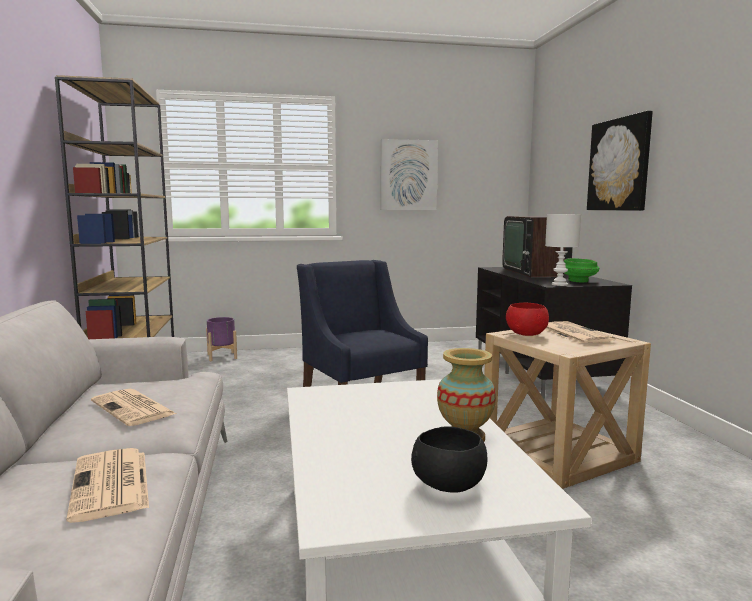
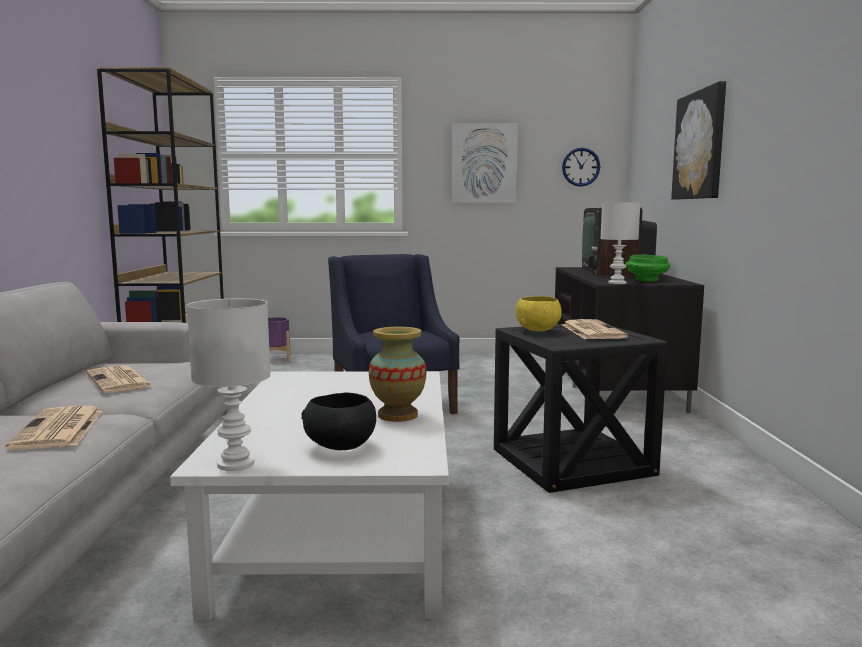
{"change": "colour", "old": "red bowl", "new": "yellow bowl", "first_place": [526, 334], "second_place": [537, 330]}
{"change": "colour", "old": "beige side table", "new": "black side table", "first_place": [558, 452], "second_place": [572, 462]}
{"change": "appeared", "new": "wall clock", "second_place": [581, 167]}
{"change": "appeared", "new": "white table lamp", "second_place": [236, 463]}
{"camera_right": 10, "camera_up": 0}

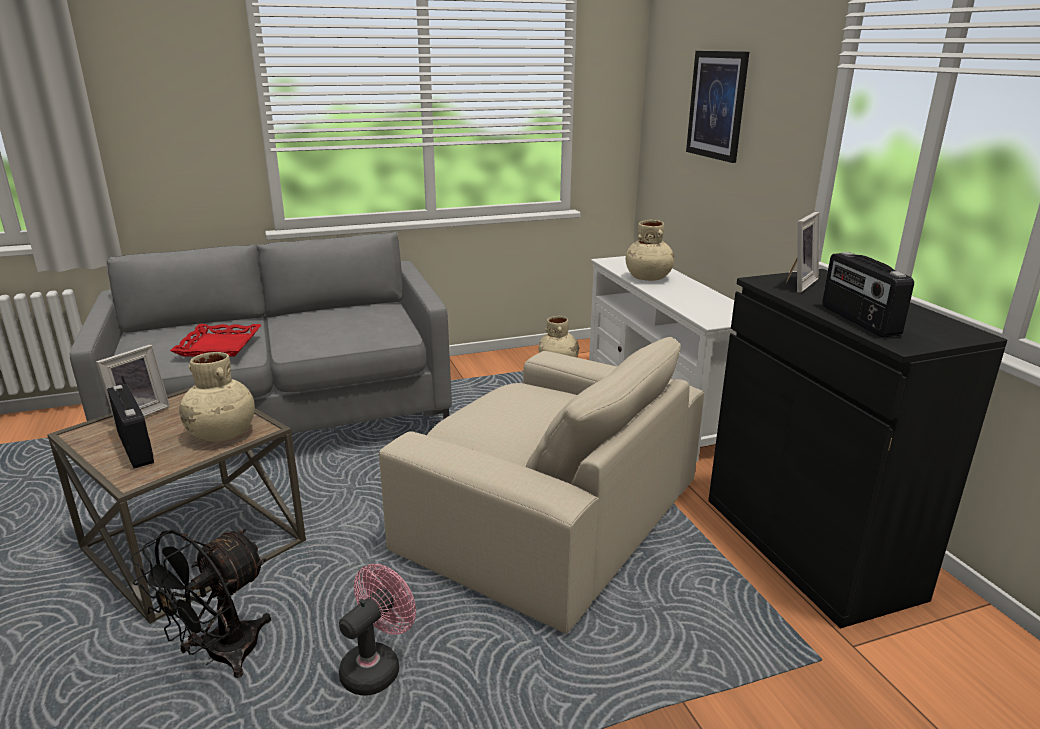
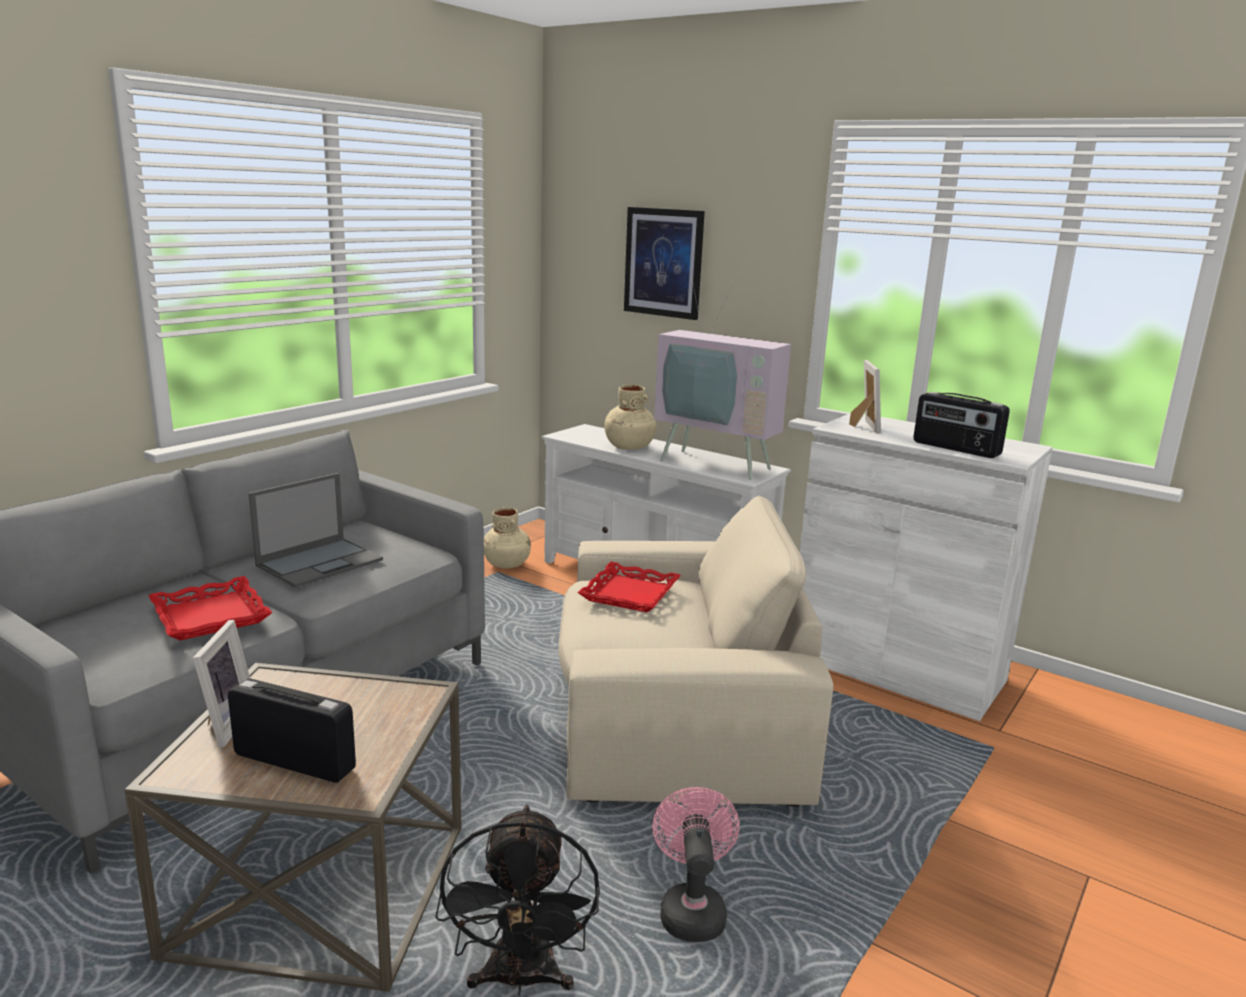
{"change": "colour", "old": "black cabinet", "new": "white cabinet", "first_place": [808, 546], "second_place": [896, 668]}
{"change": "missing", "old": "beige vase", "first_place": [222, 434]}
{"change": "appeared", "new": "television", "second_place": [720, 463]}
{"change": "appeared", "new": "laptop", "second_place": [321, 562]}
{"change": "appeared", "new": "red tray", "second_place": [630, 594]}
{"camera_right": -35, "camera_up": -5}

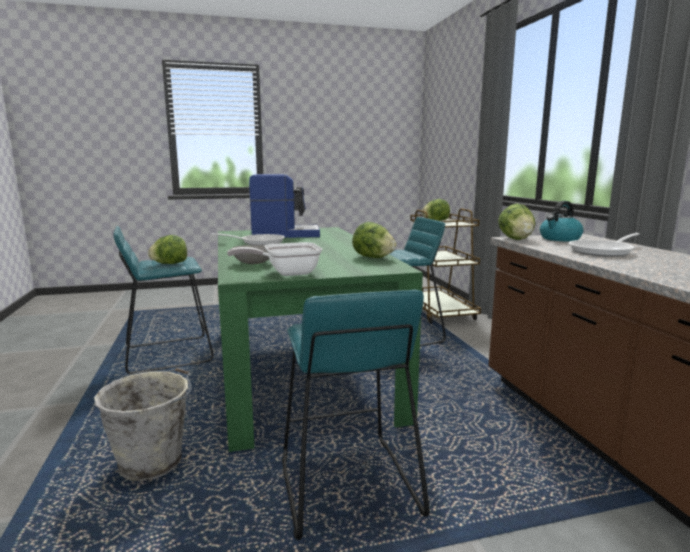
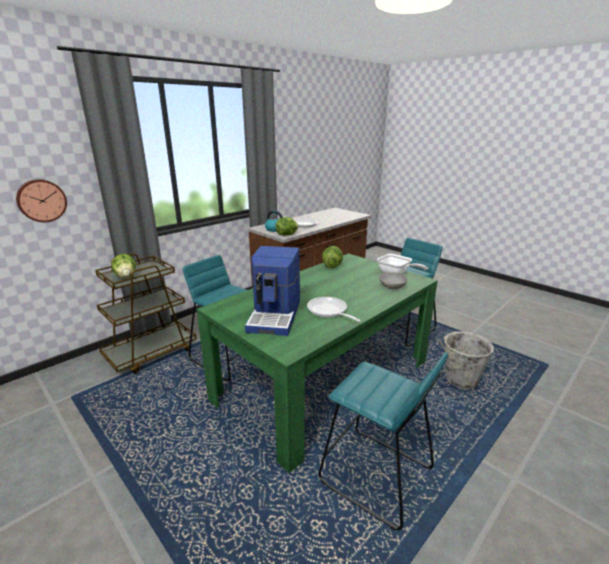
{"change": "spun", "old": "coffee machine", "first_place": [285, 234], "second_place": [275, 316], "degrees": -135}
{"change": "missing", "old": "lettuce", "first_place": [170, 264]}
{"change": "appeared", "new": "wall clock", "second_place": [41, 200]}
{"camera_right": -120, "camera_up": 10}

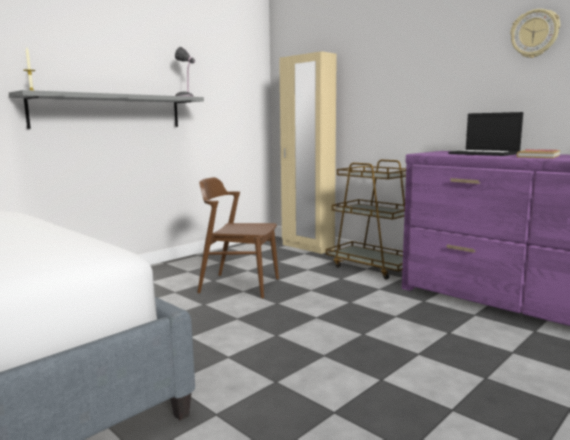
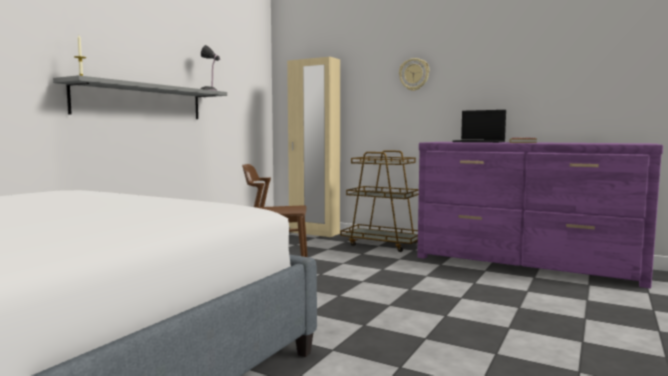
{"change": "relocated", "old": "wall clock", "first_place": [534, 34], "second_place": [414, 74]}
{"camera_right": -15, "camera_up": -5}

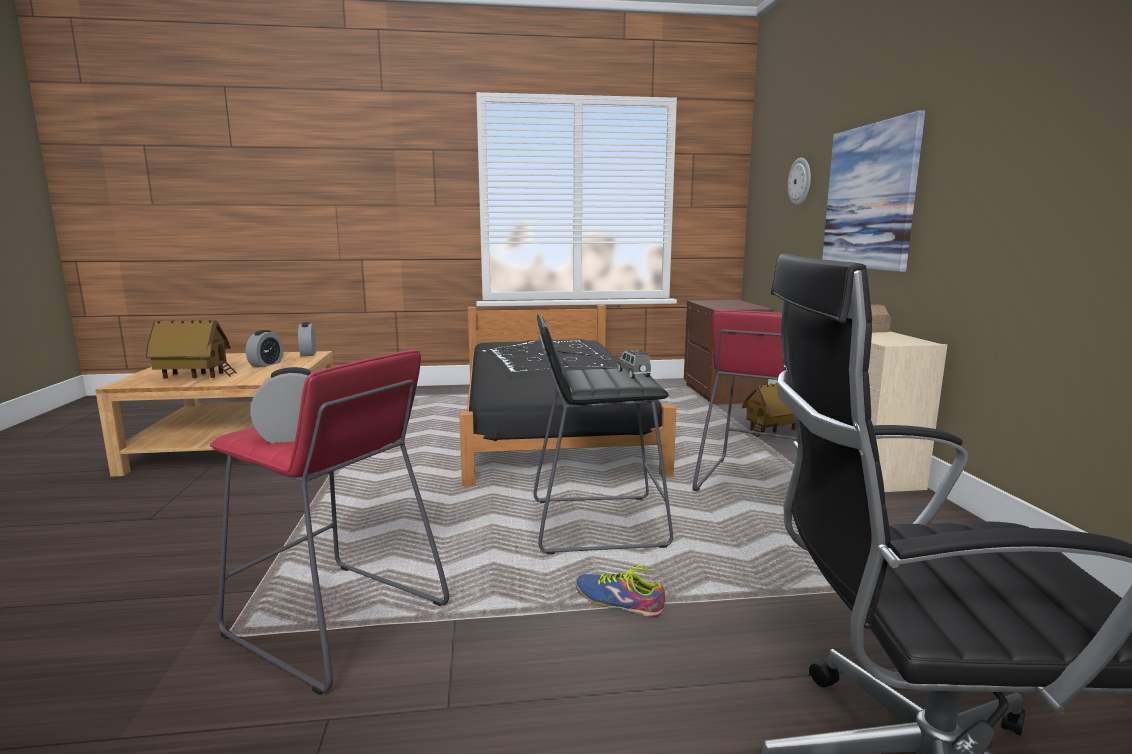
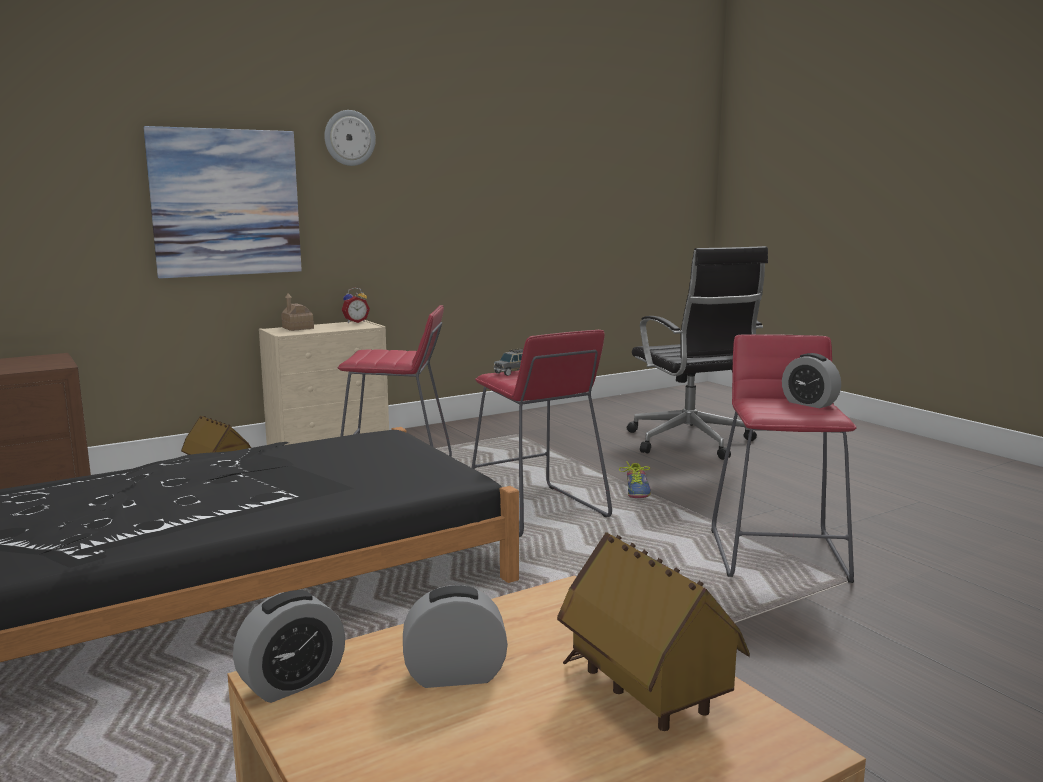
{"change": "relocated", "old": "wall clock", "first_place": [800, 181], "second_place": [349, 138]}
{"change": "colour", "old": "black stool", "new": "red stool", "first_place": [597, 523], "second_place": [537, 511]}
{"change": "appeared", "new": "alarm clock", "second_place": [355, 322]}
{"camera_right": -115, "camera_up": 0}

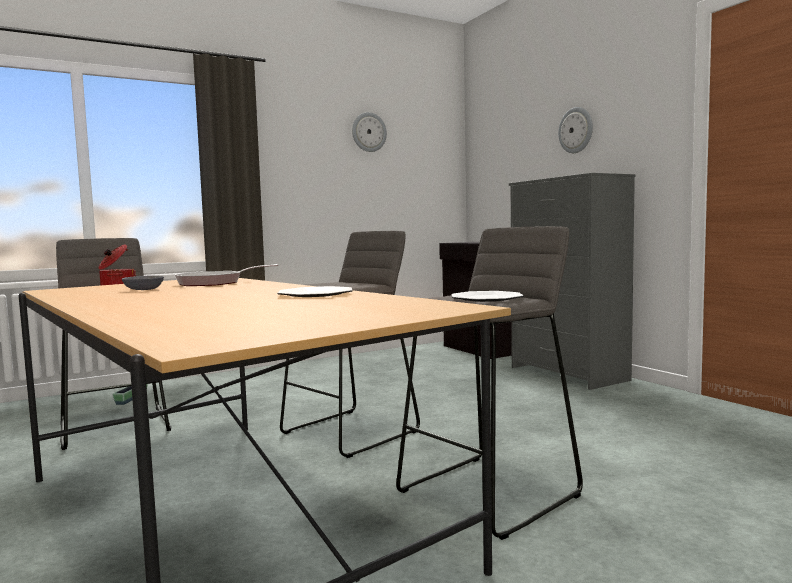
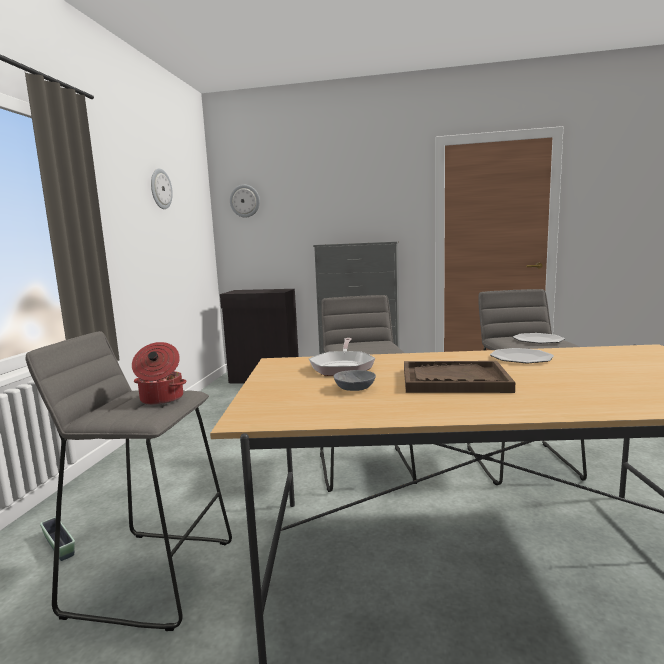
{"change": "relocated", "old": "wall clock", "first_place": [576, 130], "second_place": [245, 201]}
{"change": "appeared", "new": "brown tray", "second_place": [453, 380]}
{"camera_right": -50, "camera_up": 5}

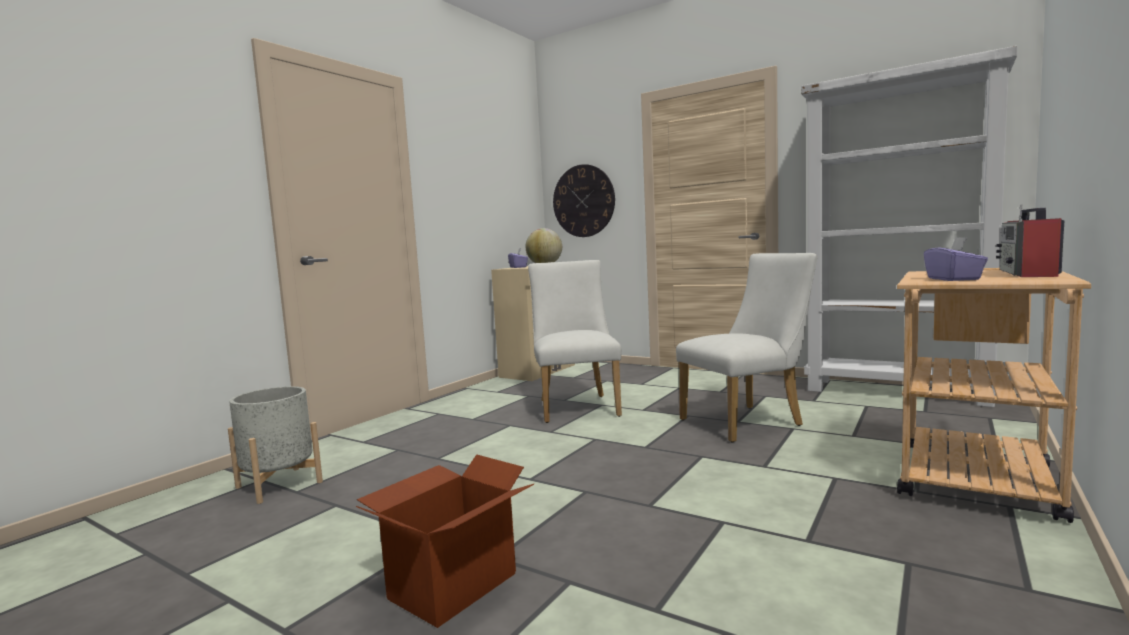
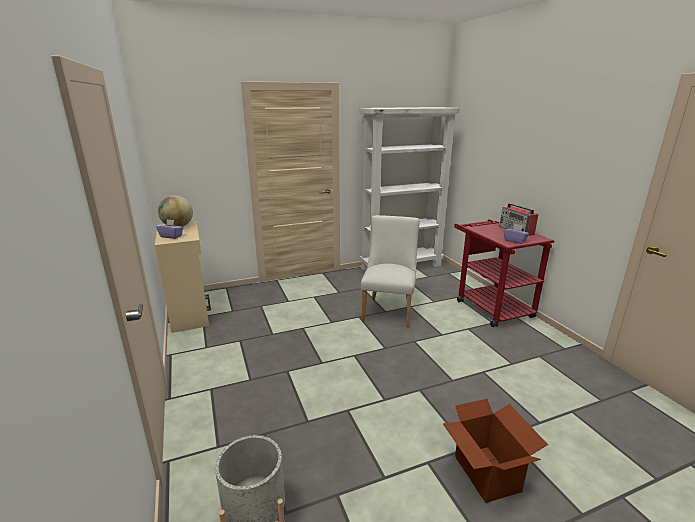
{"change": "missing", "old": "wall clock", "first_place": [583, 201]}
{"change": "missing", "old": "white chair", "first_place": [576, 406]}
{"change": "colour", "old": "beige cart", "new": "red cart", "first_place": [974, 473], "second_place": [489, 306]}
{"camera_right": -55, "camera_up": 15}

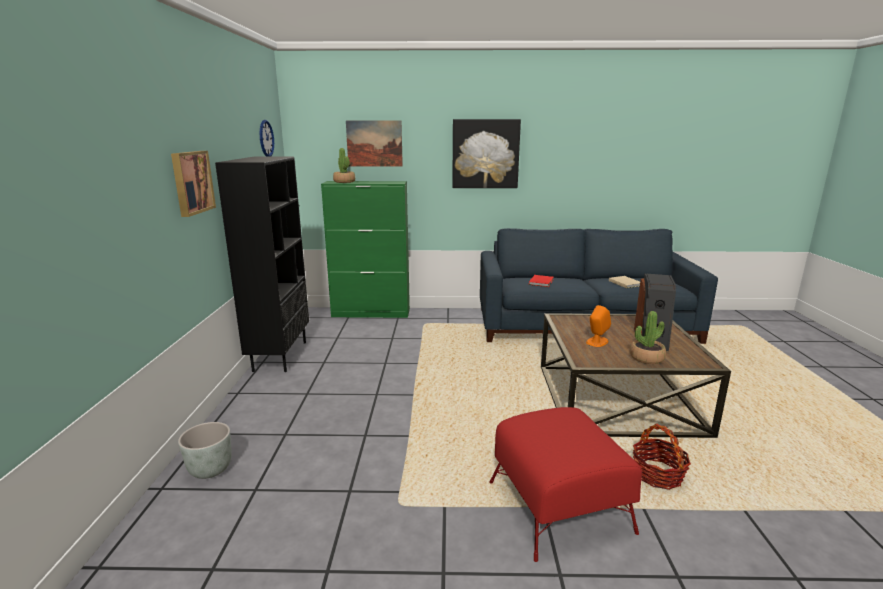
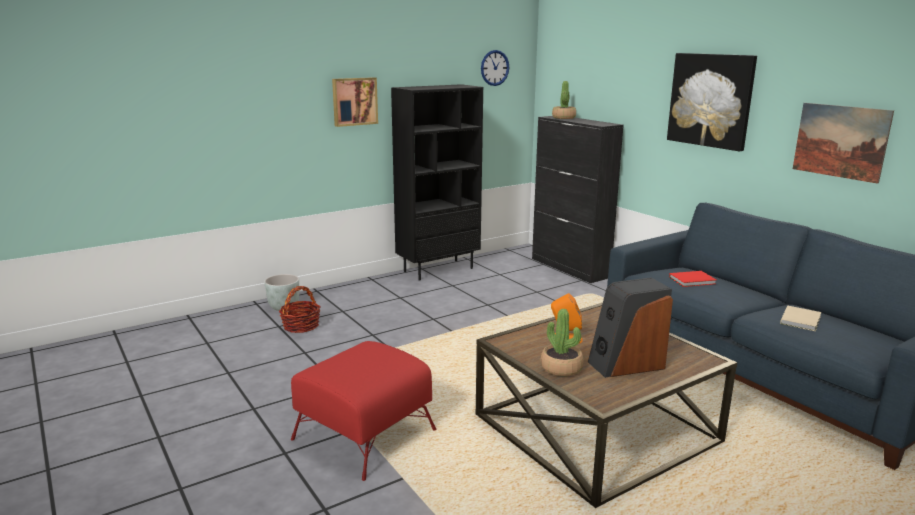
{"change": "relocated", "old": "picture", "first_place": [374, 143], "second_place": [840, 141]}
{"change": "colour", "old": "green cabinet", "new": "black cabinet", "first_place": [371, 313], "second_place": [570, 268]}
{"change": "relocated", "old": "basket", "first_place": [657, 474], "second_place": [301, 326]}
{"camera_right": 55, "camera_up": 0}

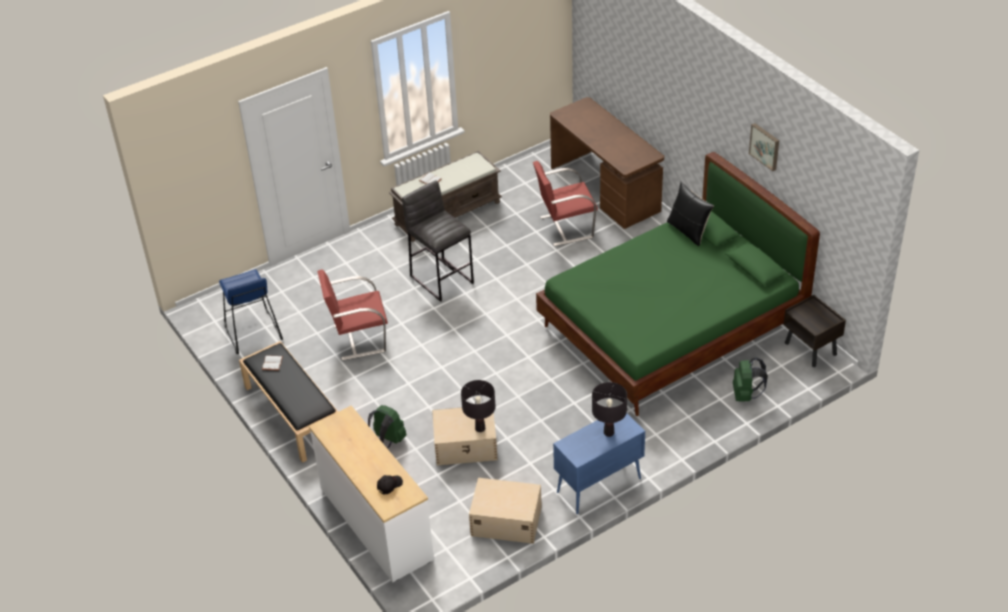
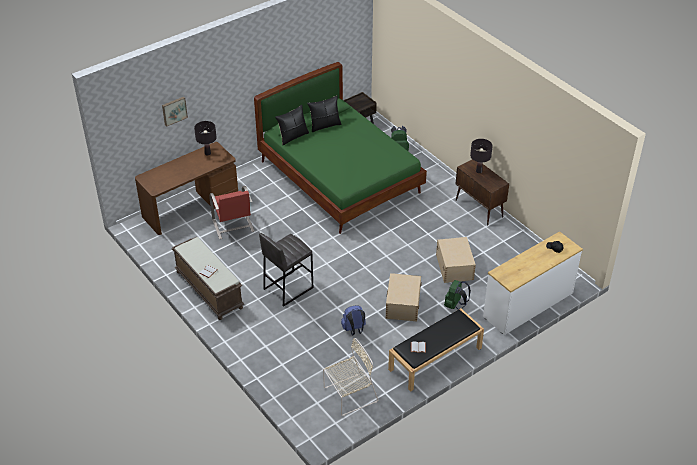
{"change": "relocated", "old": "picture", "first_place": [765, 146], "second_place": [174, 110]}
{"change": "exchanged", "old": "blue stool", "new": "beige chair", "first_place": [252, 332], "second_place": [349, 395]}
{"change": "exchanged", "old": "red chair", "new": "blue backpack", "first_place": [358, 338], "second_place": [354, 330]}
{"change": "relocated", "old": "black table lamp", "first_place": [480, 428], "second_place": [207, 153]}
{"change": "colour", "old": "blue cabinet", "new": "brown cabinet", "first_place": [598, 486], "second_place": [479, 209]}
{"change": "relocated", "old": "beige storage box", "first_place": [505, 520], "second_place": [402, 305]}
{"change": "appeared", "new": "black pillow", "second_place": [325, 126]}
{"camera_right": -95, "camera_up": 0}

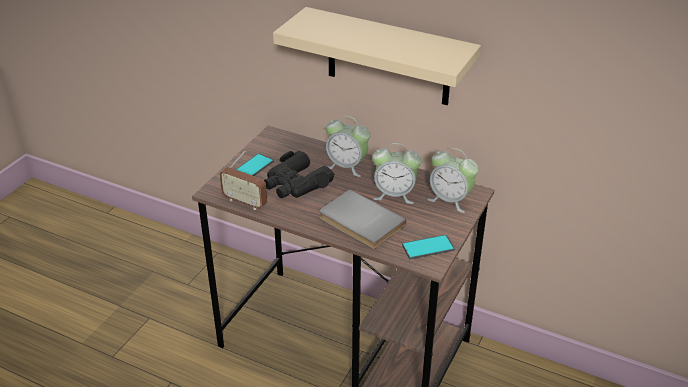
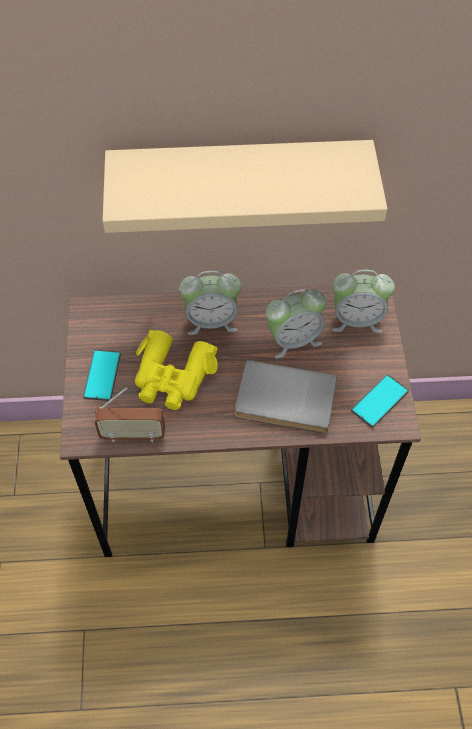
{"change": "colour", "old": "black binoculars", "new": "yellow binoculars", "first_place": [296, 184], "second_place": [172, 377]}
{"camera_right": -30, "camera_up": 20}

